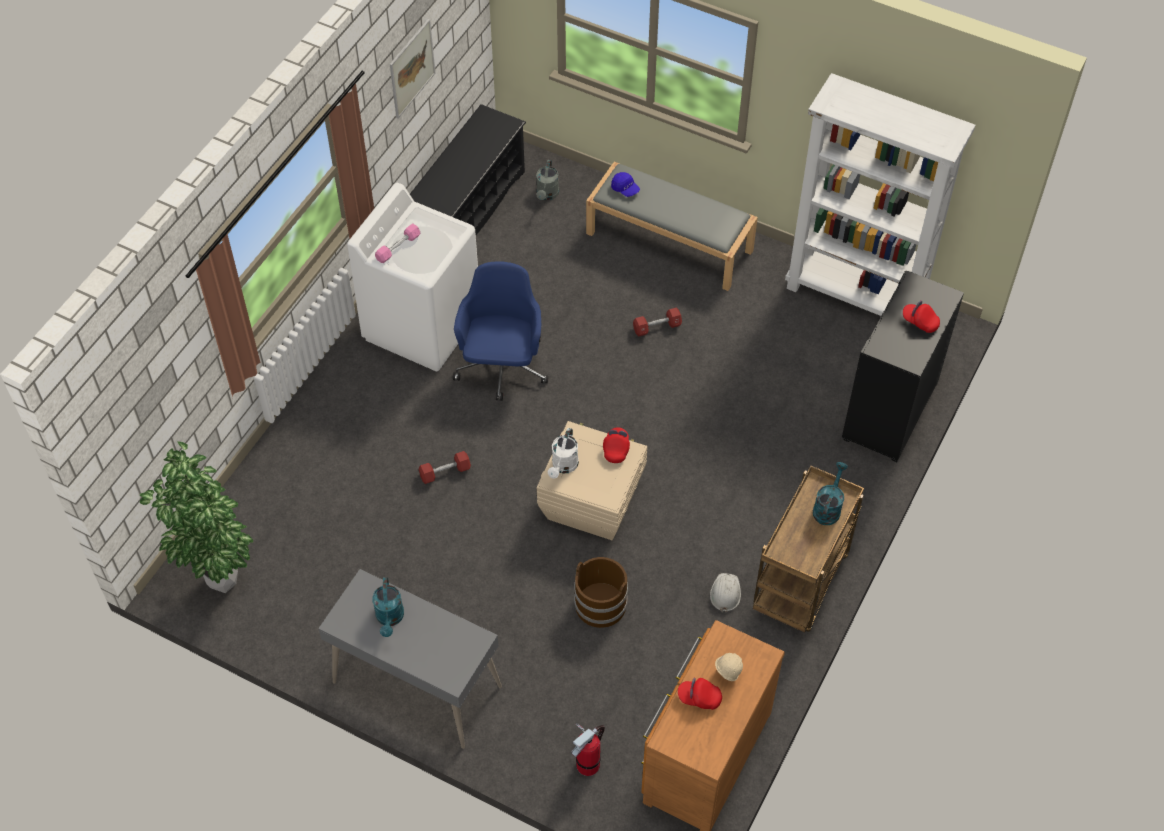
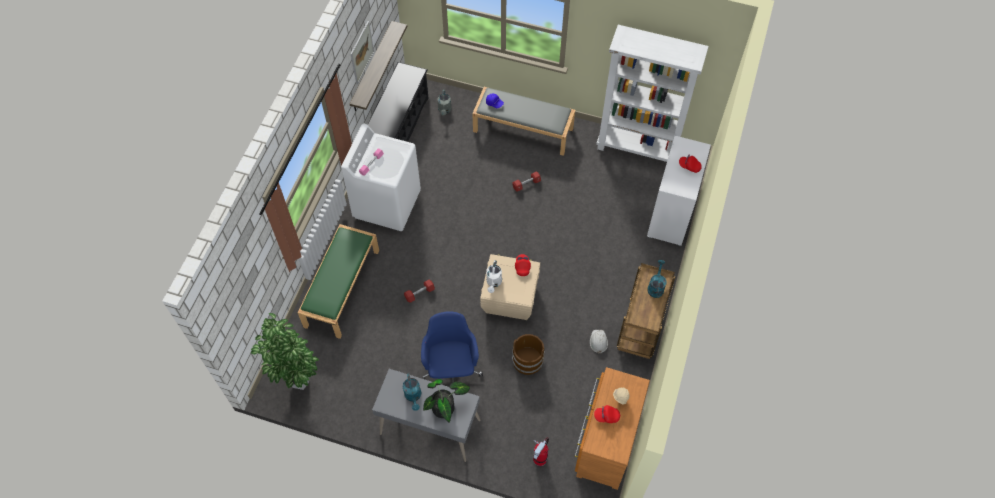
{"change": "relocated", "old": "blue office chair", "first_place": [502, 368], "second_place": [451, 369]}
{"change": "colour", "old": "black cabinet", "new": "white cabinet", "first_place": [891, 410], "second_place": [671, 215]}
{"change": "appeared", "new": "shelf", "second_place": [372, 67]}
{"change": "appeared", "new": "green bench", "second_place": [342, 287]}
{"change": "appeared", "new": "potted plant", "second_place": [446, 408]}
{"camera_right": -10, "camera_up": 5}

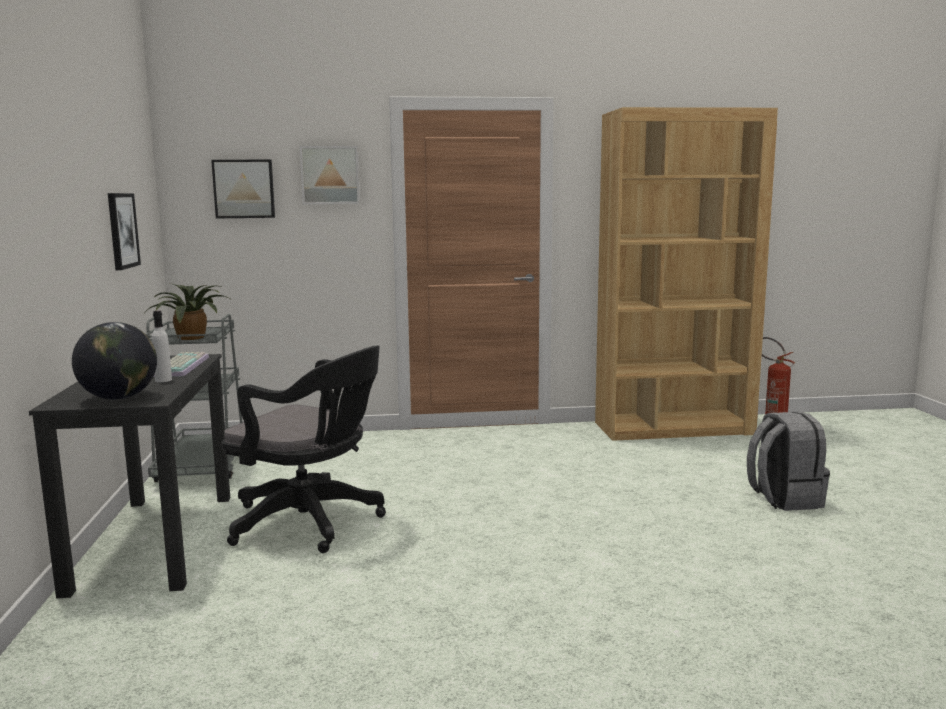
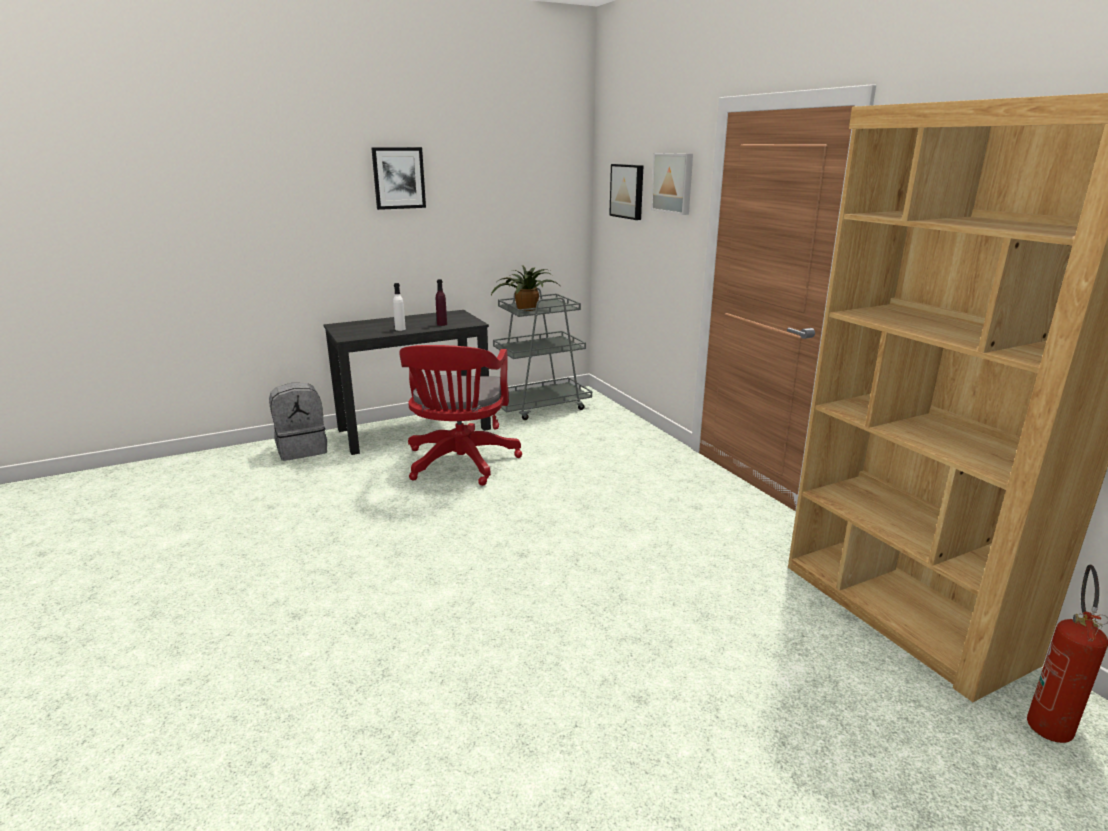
{"change": "relocated", "old": "picture", "first_place": [122, 230], "second_place": [398, 178]}
{"change": "missing", "old": "globe", "first_place": [119, 398]}
{"change": "colour", "old": "black office chair", "new": "red office chair", "first_place": [312, 523], "second_place": [460, 464]}
{"change": "exchanged", "old": "keyboard", "new": "purple bottle", "first_place": [180, 366], "second_place": [442, 324]}
{"change": "relocated", "old": "grey backpack", "first_place": [783, 499], "second_place": [302, 449]}
{"camera_right": 70, "camera_up": 10}

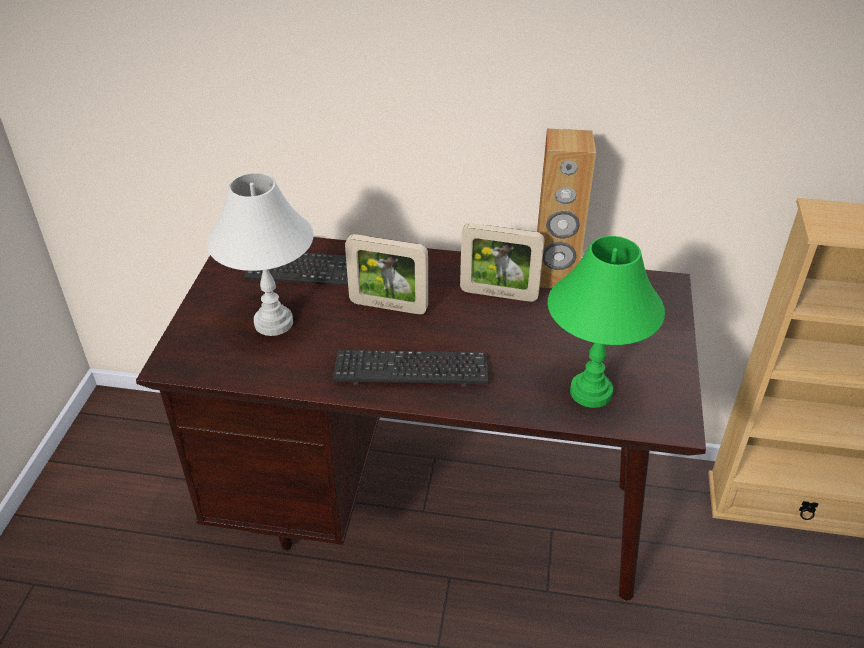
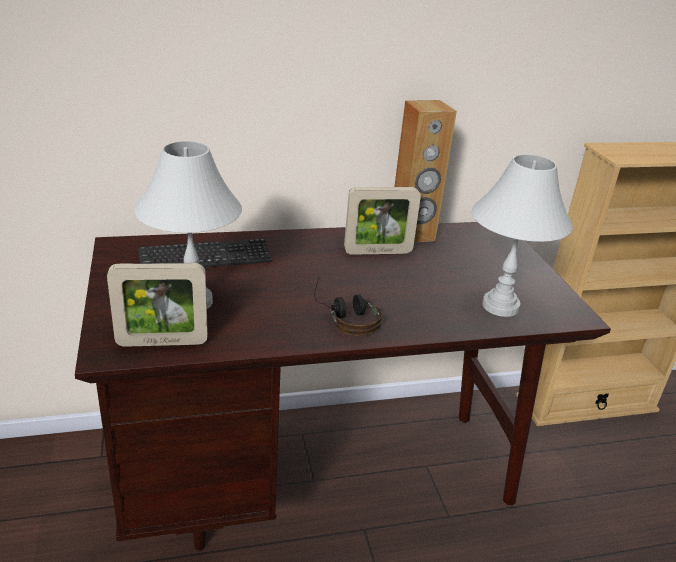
{"change": "relocated", "old": "picture frame", "first_place": [388, 306], "second_place": [162, 342]}
{"change": "colour", "old": "green table lamp", "new": "white table lamp", "first_place": [591, 393], "second_place": [501, 306]}
{"change": "exchanged", "old": "keyboard", "new": "headphones", "first_place": [411, 369], "second_place": [345, 316]}
{"camera_right": -25, "camera_up": -10}

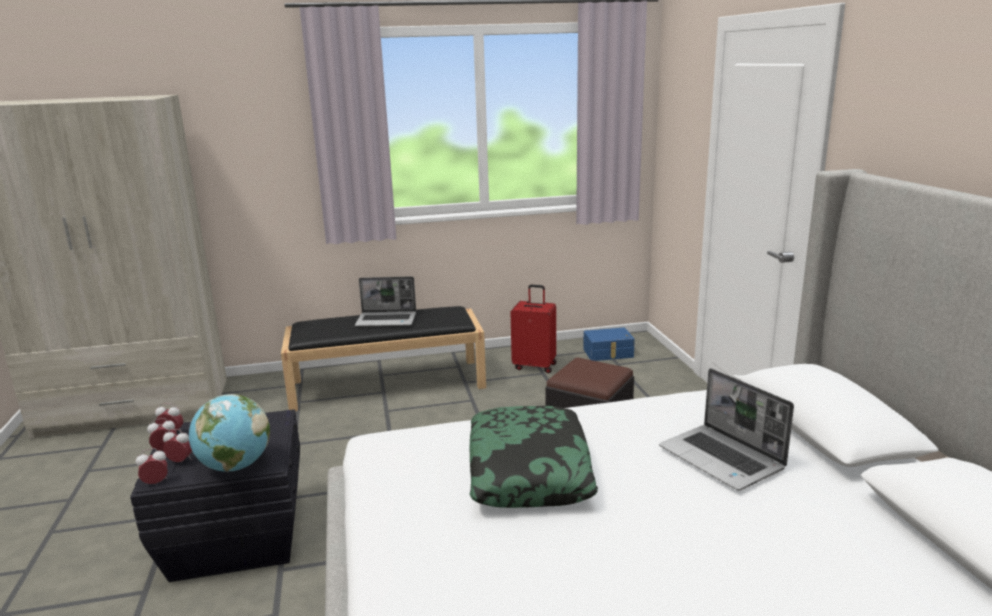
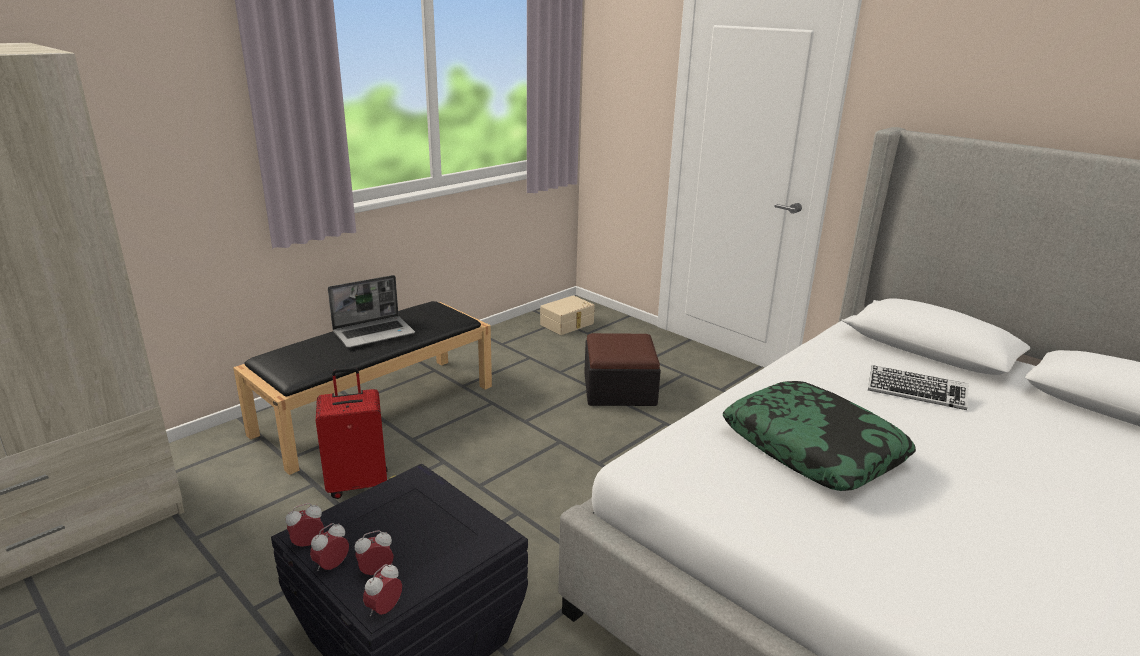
{"change": "relocated", "old": "red suitcase", "first_place": [535, 366], "second_place": [358, 483]}
{"change": "colour", "old": "blue storage box", "new": "beige storage box", "first_place": [608, 353], "second_place": [568, 324]}
{"change": "exchanged", "old": "laptop", "new": "keyboard", "first_place": [722, 459], "second_place": [916, 392]}
{"change": "missing", "old": "globe", "first_place": [235, 466]}
{"camera_right": -35, "camera_up": 5}

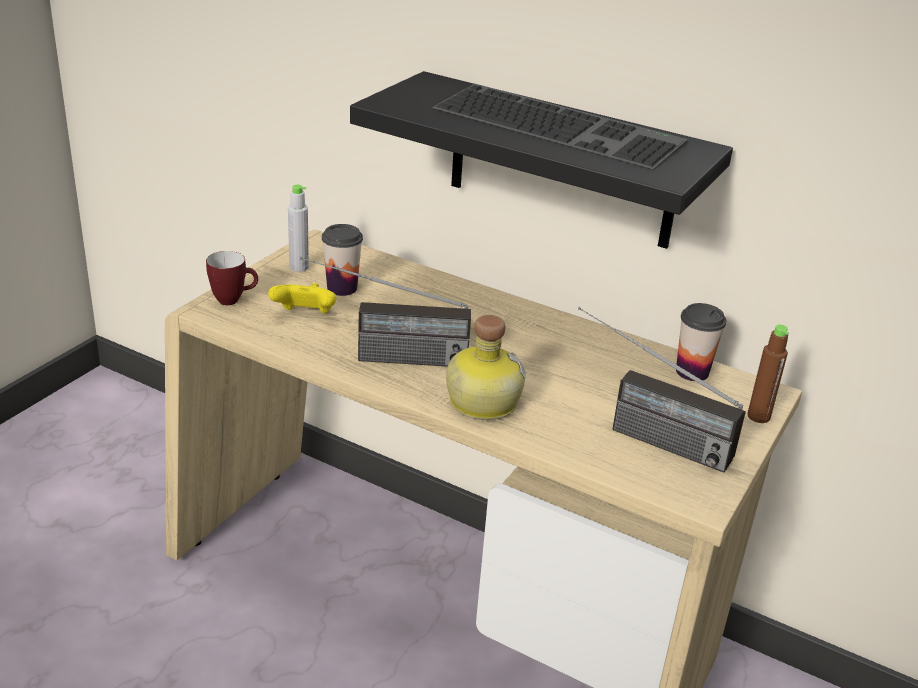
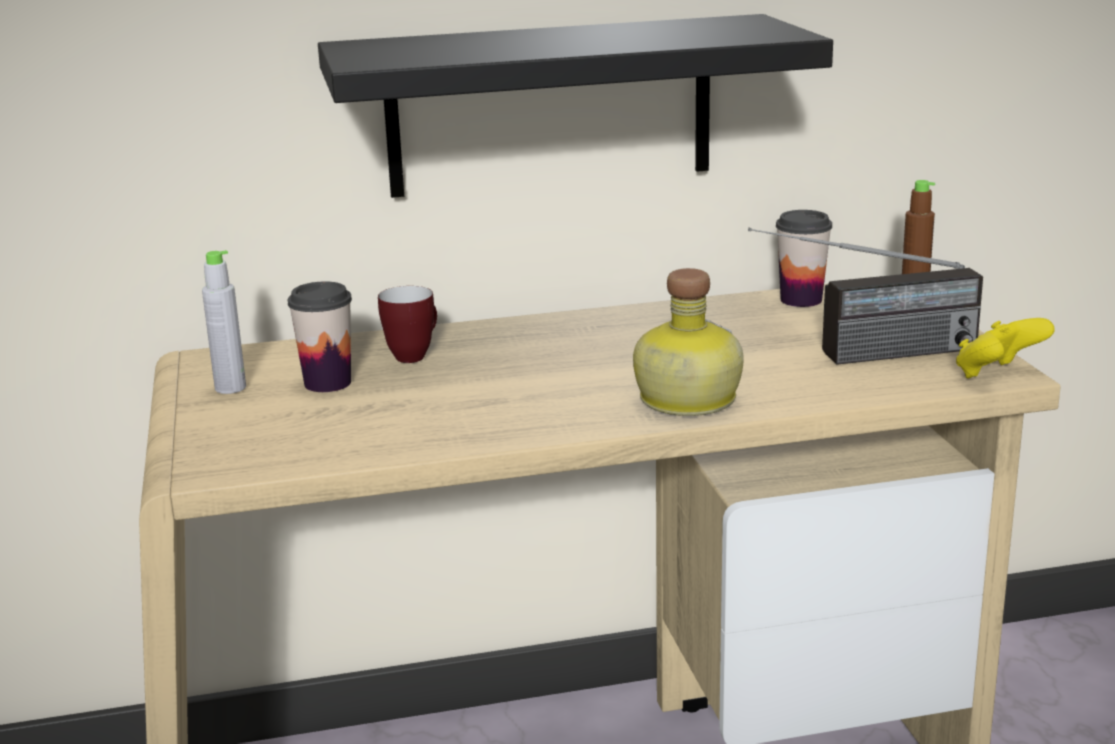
{"change": "missing", "old": "keyboard", "first_place": [561, 125]}
{"change": "relocated", "old": "mug", "first_place": [234, 300], "second_place": [414, 355]}
{"change": "missing", "old": "radio", "first_place": [383, 357]}
{"change": "relocated", "old": "yellow game controller", "first_place": [305, 316], "second_place": [997, 375]}
{"camera_right": -40, "camera_up": -10}

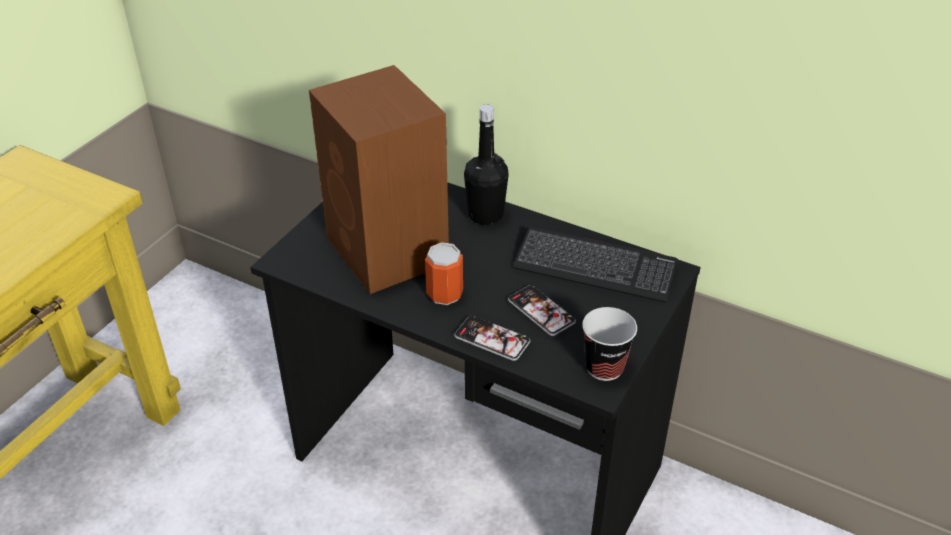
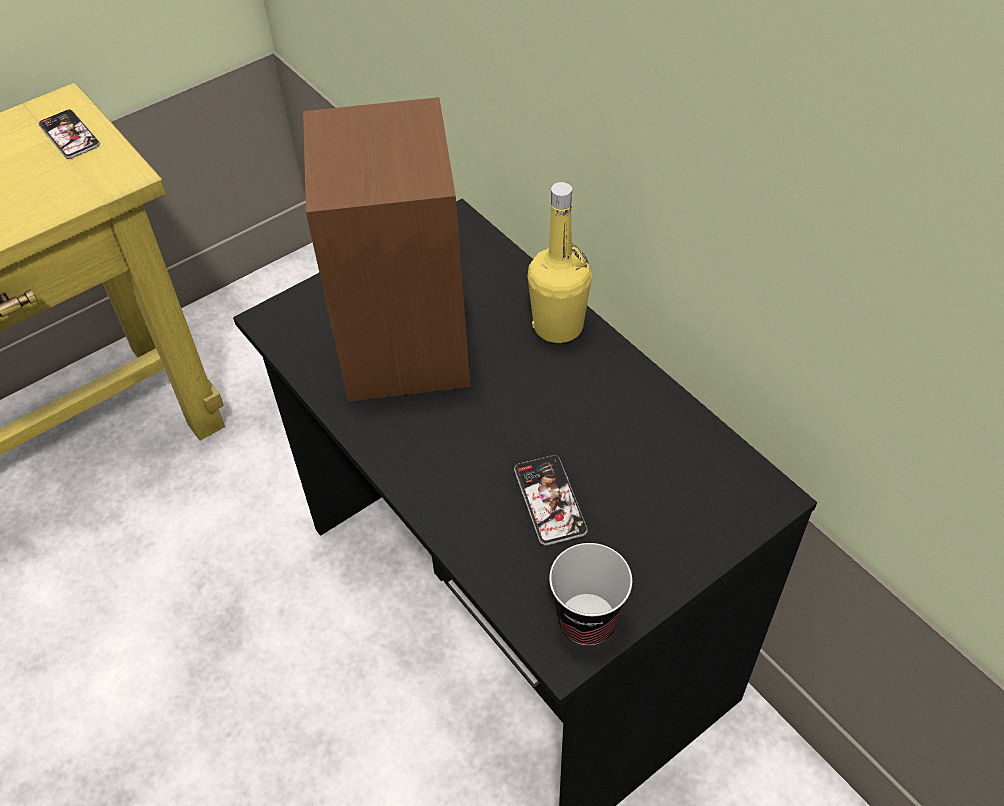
{"change": "colour", "old": "black bottle", "new": "yellow bottle", "first_place": [485, 215], "second_place": [558, 326]}
{"change": "missing", "old": "keyboard", "first_place": [595, 267]}
{"change": "missing", "old": "can", "first_place": [444, 294]}
{"change": "relocated", "old": "phone", "first_place": [492, 339], "second_place": [69, 135]}
{"camera_right": 25, "camera_up": 10}

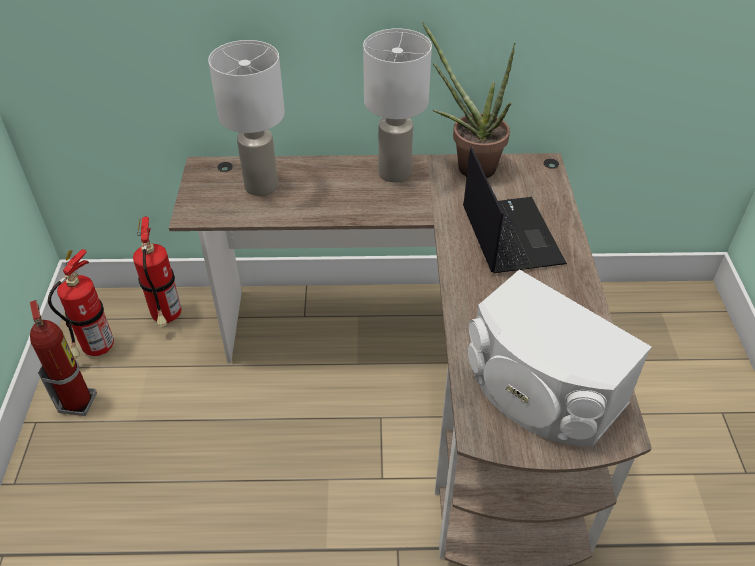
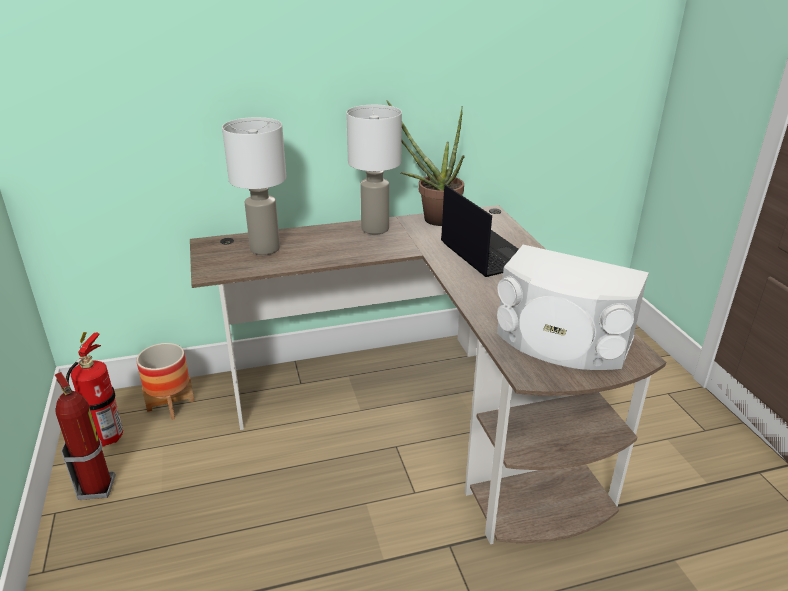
{"change": "exchanged", "old": "fire extinguisher", "new": "planter", "first_place": [167, 318], "second_place": [170, 405]}
{"camera_right": -15, "camera_up": -15}

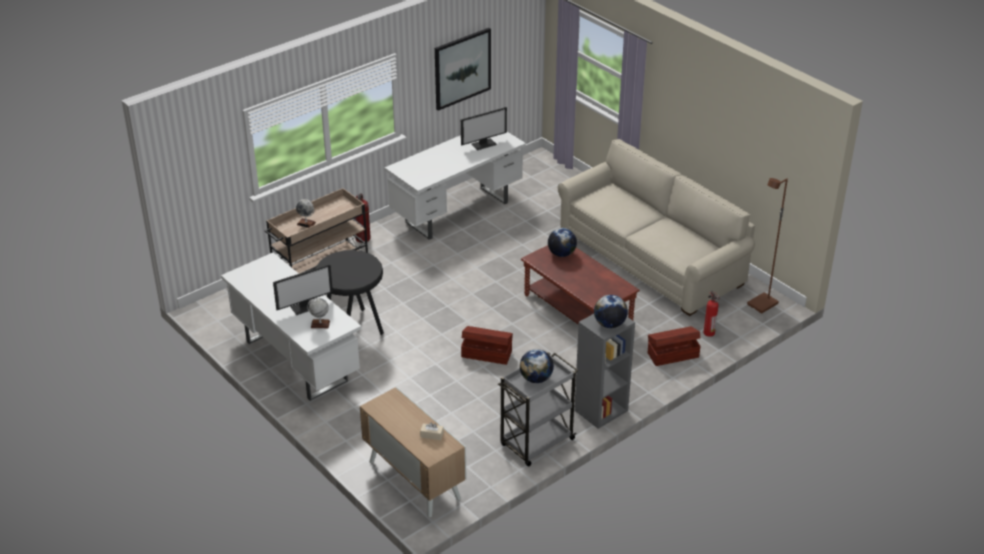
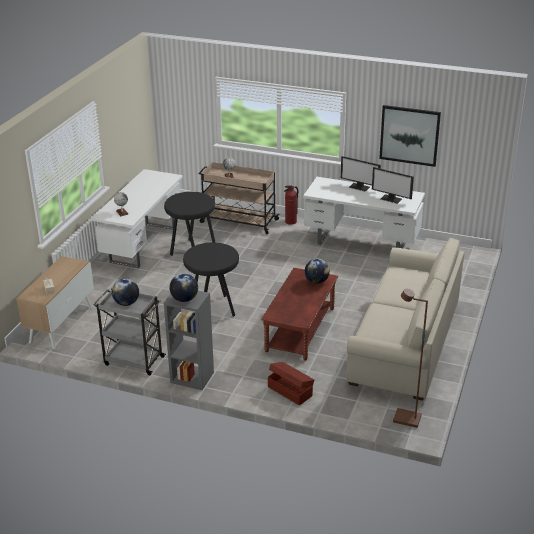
{"change": "relocated", "old": "monitor", "first_place": [305, 306], "second_place": [359, 187]}
{"change": "missing", "old": "fire extinguisher", "first_place": [708, 332]}
{"change": "exchanged", "old": "brown storage box", "new": "black stool", "first_place": [486, 353], "second_place": [213, 308]}
{"camera_right": 60, "camera_up": -5}

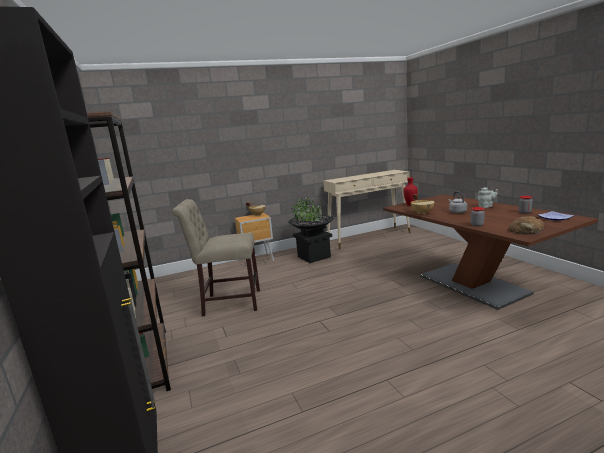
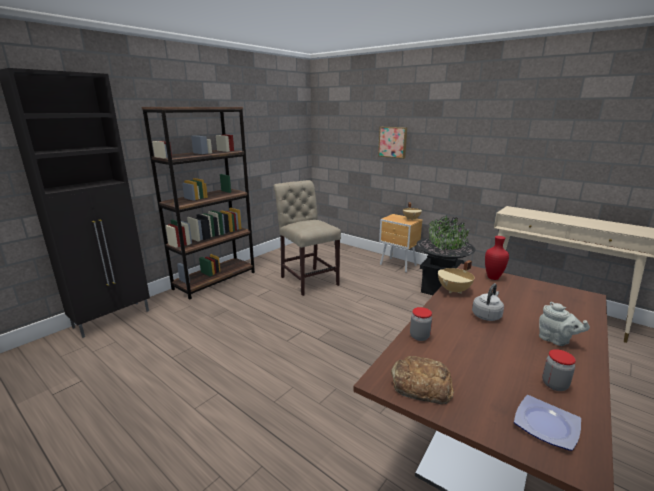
{"change": "appeared", "new": "picture", "second_place": [393, 142]}
{"camera_right": 60, "camera_up": 5}

